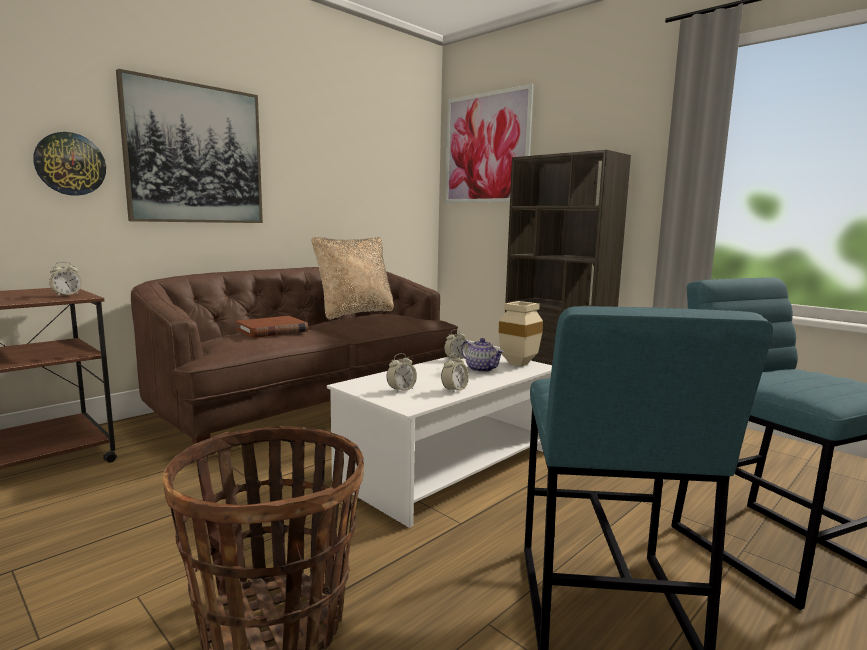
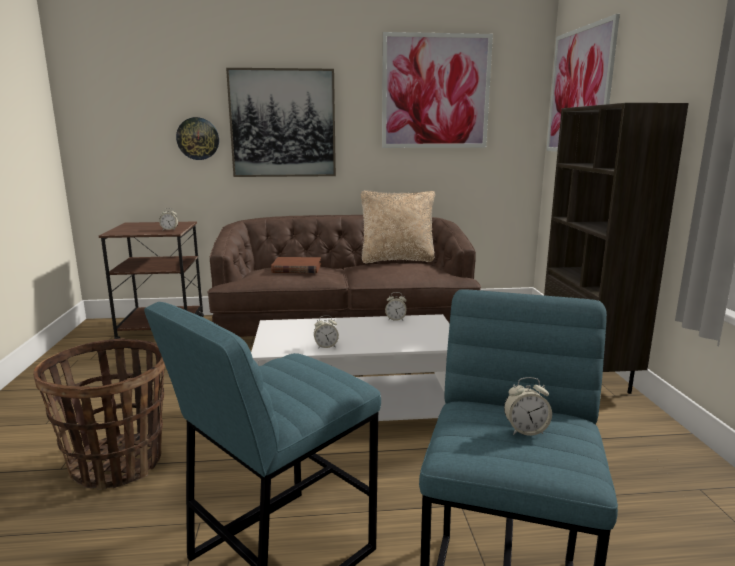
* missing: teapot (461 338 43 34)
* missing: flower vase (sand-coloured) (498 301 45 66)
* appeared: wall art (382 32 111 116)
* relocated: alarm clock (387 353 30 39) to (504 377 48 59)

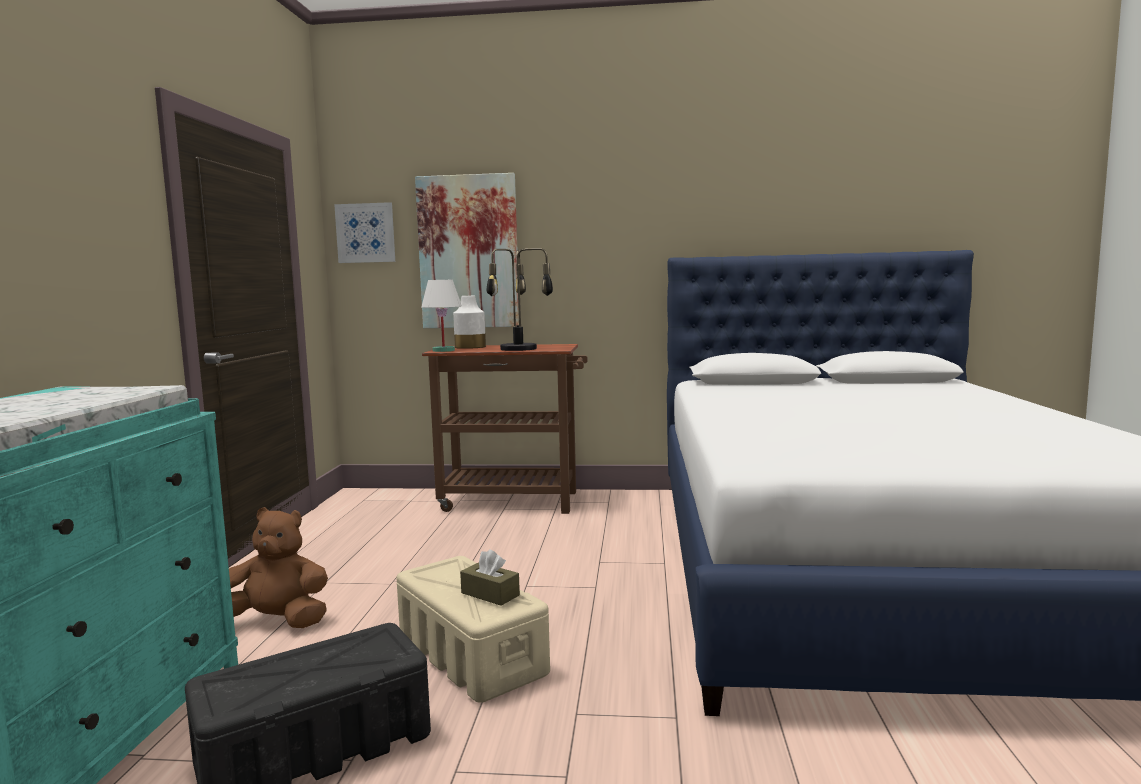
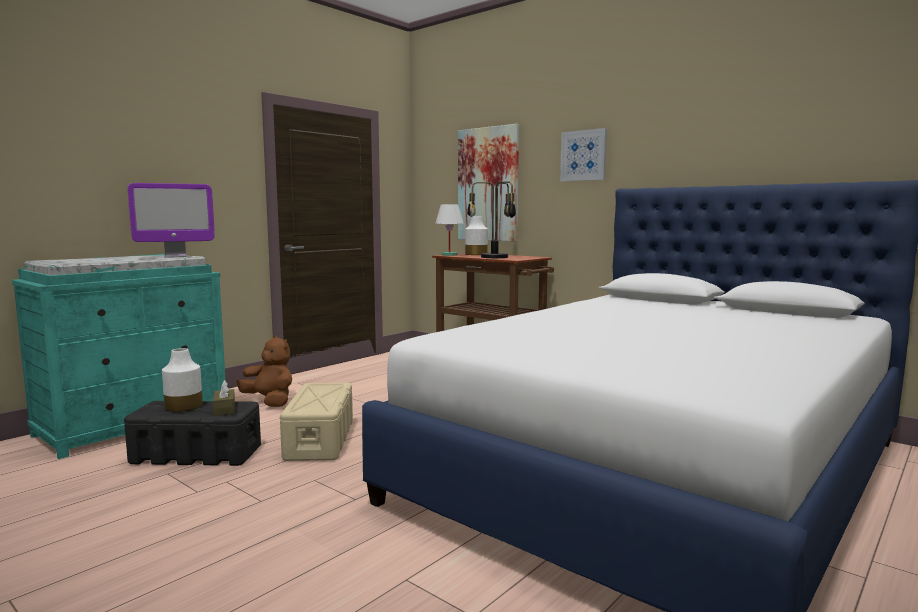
* appeared: computer display (128 183 87 75)
* appeared: flower vase (white) (162 348 41 64)
* relocated: wall art (334 202 61 61) to (560 128 47 53)
* relocated: box of tissues (brown) (460 549 60 57) to (213 380 22 36)

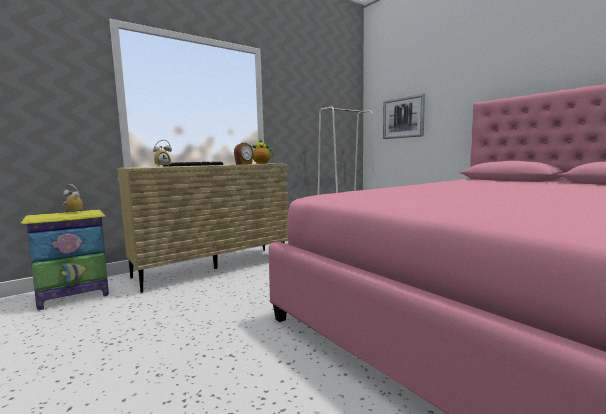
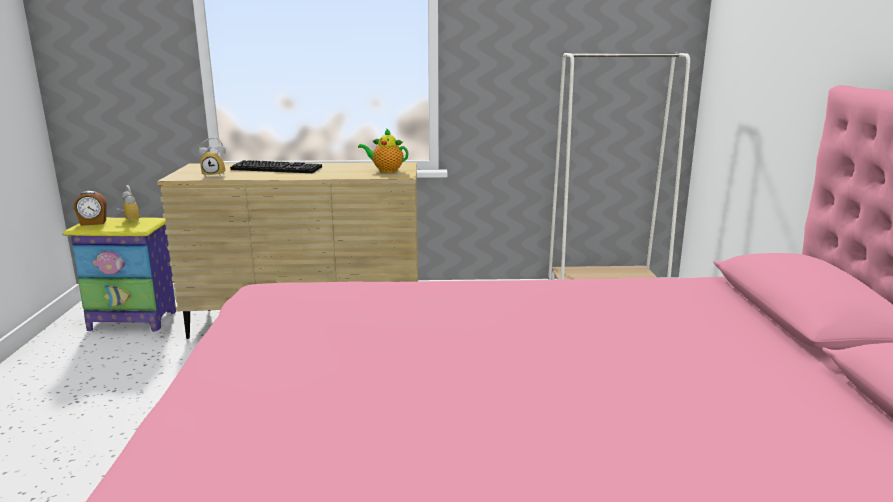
* missing: wall art (383 94 42 45)
* relocated: alarm clock (234 143 19 22) to (74 191 33 35)

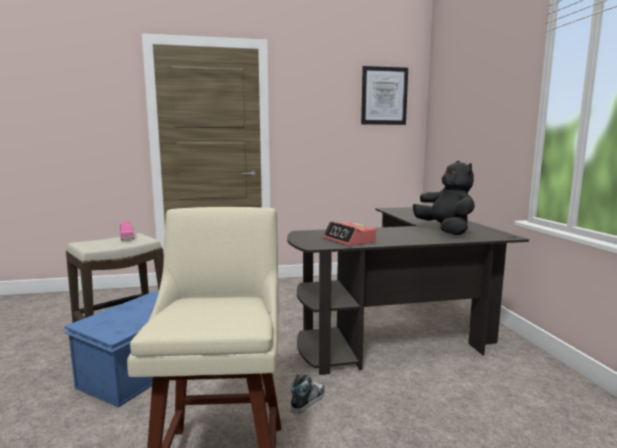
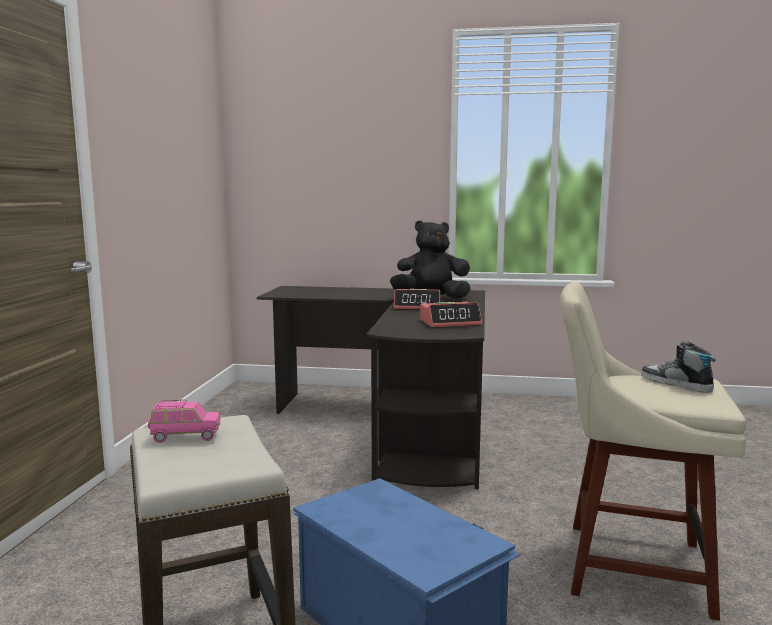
* missing: wall art (361 66 47 59)
* appeared: alarm clock (394 289 46 21)
* relocated: shoe (291 373 34 41) to (641 341 75 52)

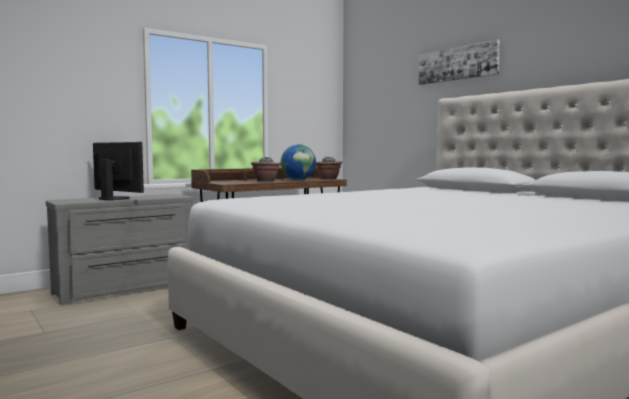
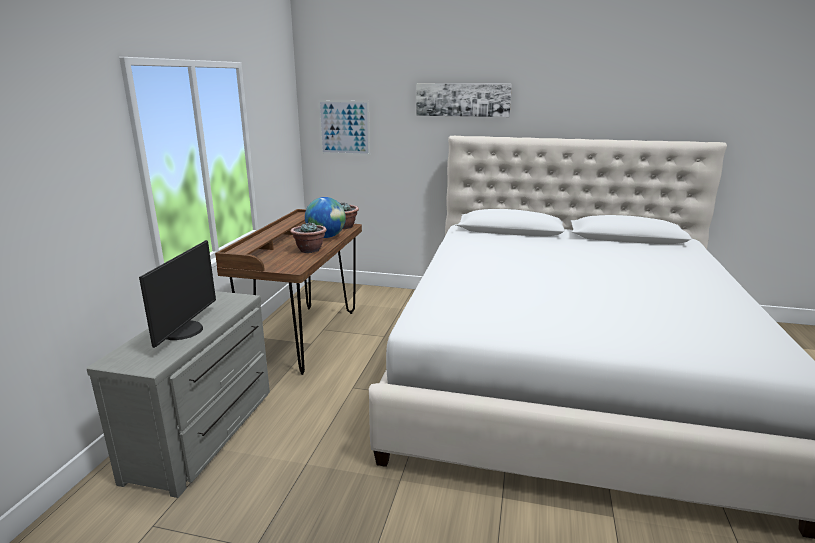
* appeared: wall art (318 100 52 55)
* spun: computer display (93 142 51 58) = (139 240 77 108) 105 degrees clockwise

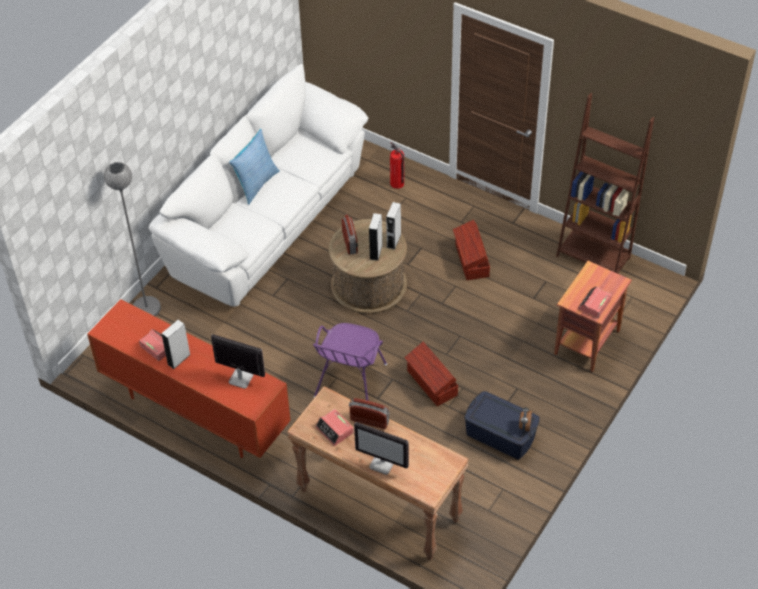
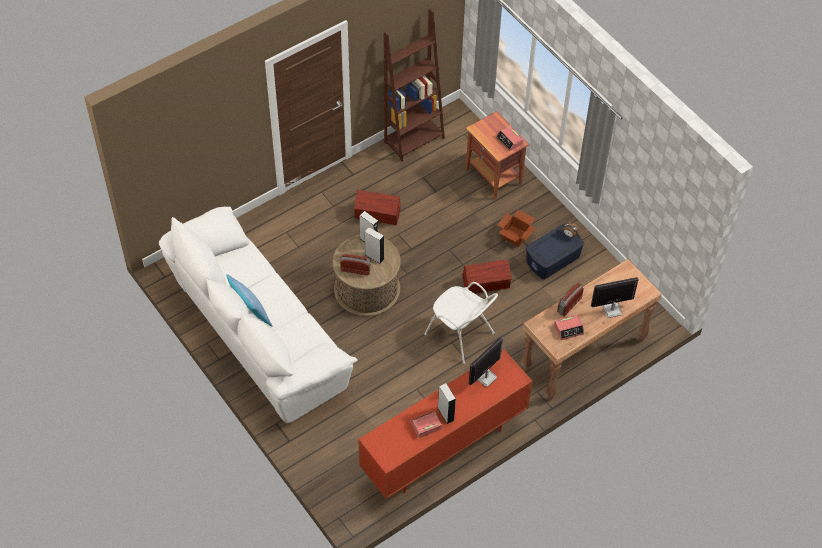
* missing: standing lamp (greyish) (104 162 57 154)
* missing: extinguisher (390 142 14 47)
* appeared: carton (498 210 37 37)
* colour: chair (purple-coloured) (313 323 74 78) to chair (white) (424 282 74 82)
* spun: computer display (354 422 55 53) = (591 277 48 41) 150 degrees counterclockwise

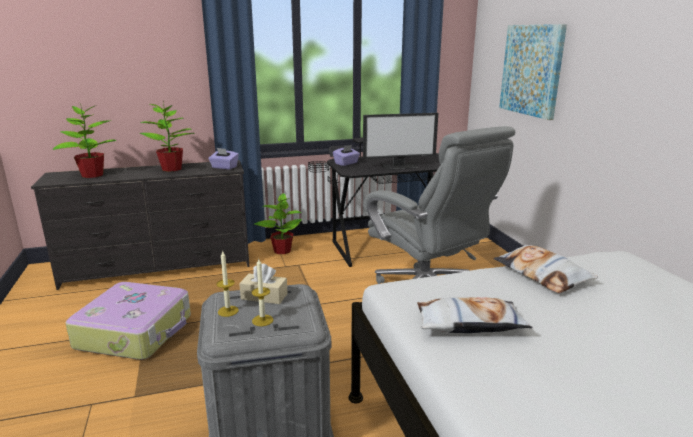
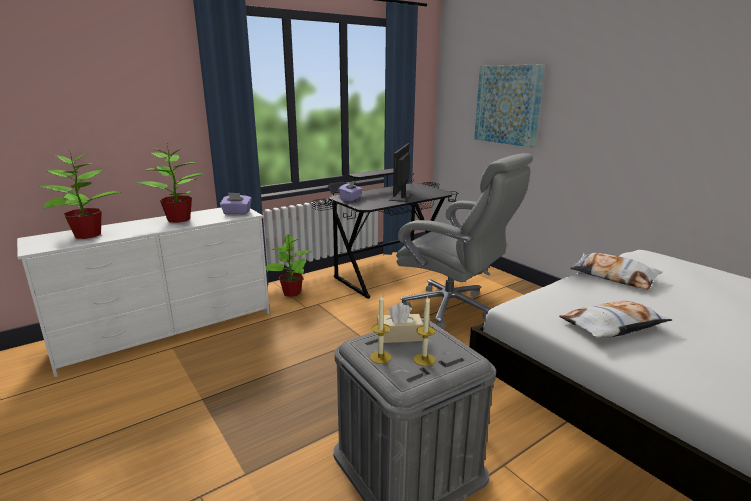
* missing: suitcase (66 282 125 78)
* colour: drawer chest (black-coloured) (31 160 219 130) to drawer chest (white) (17 208 253 169)
* spun: computer display (363 113 75 57) = (389 143 24 59) 135 degrees clockwise

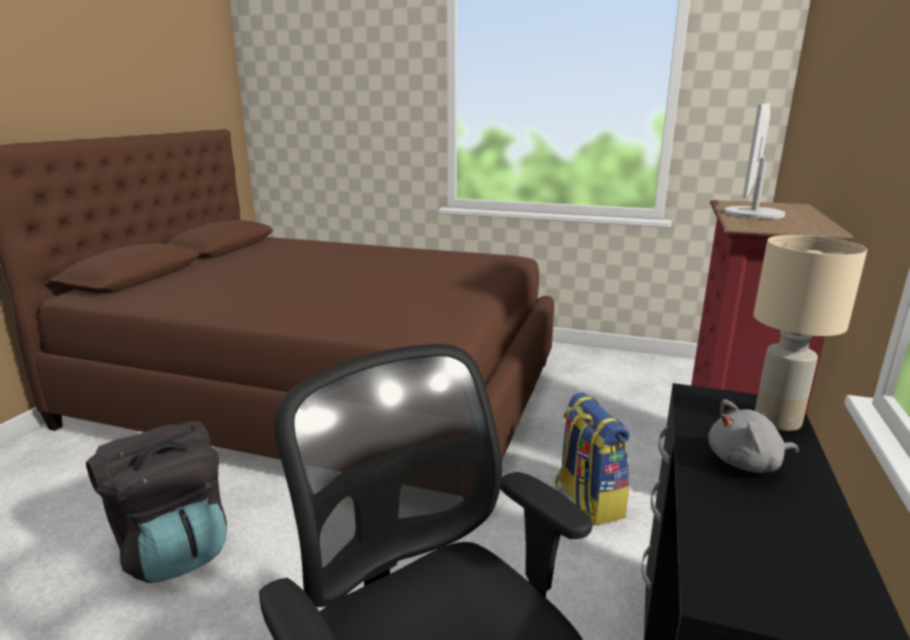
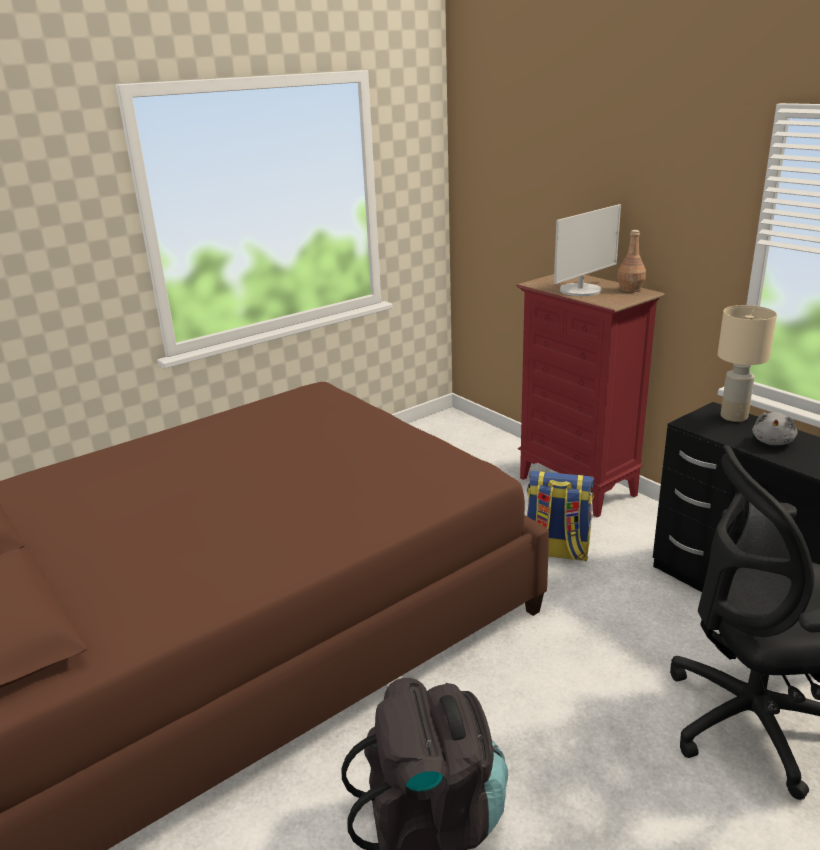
* appeared: bottle (brown) (617 230 29 62)
* spun: computer display (724 103 61 116) = (554 204 67 92) 105 degrees counterclockwise

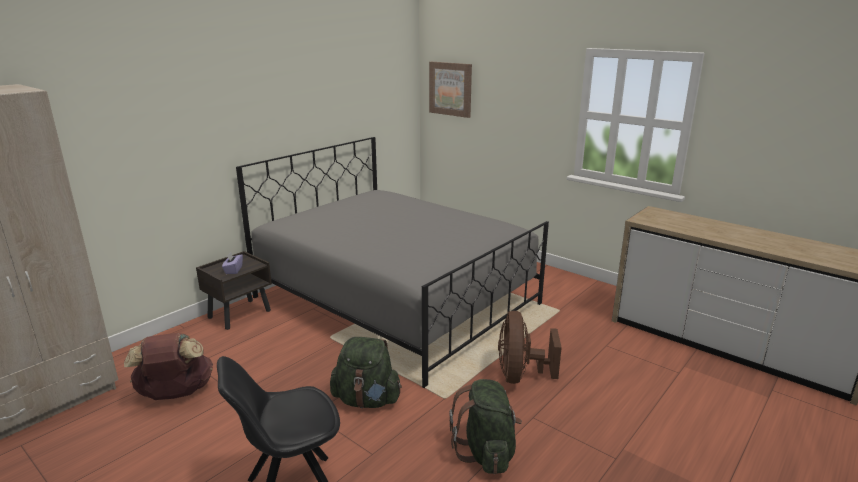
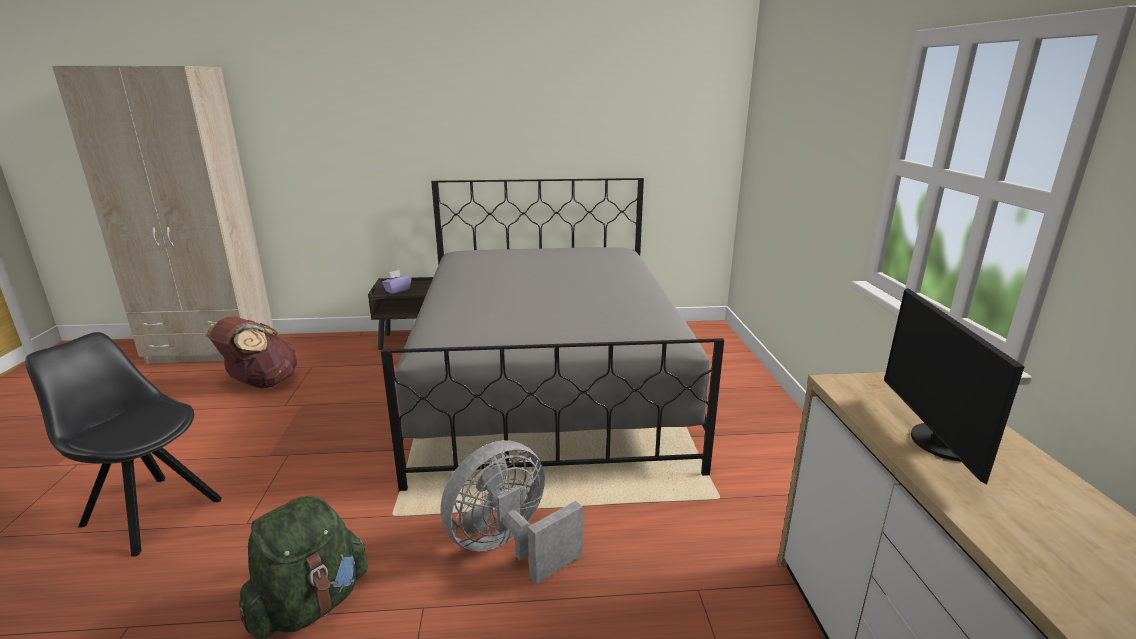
* missing: knapsack (greenish) (330 337 72 71)
* missing: wall art (429 62 43 56)
* appeared: computer display (884 288 141 197)
* colour: electric fan (brown) (498 311 64 73) to electric fan (greyish) (440 440 143 144)

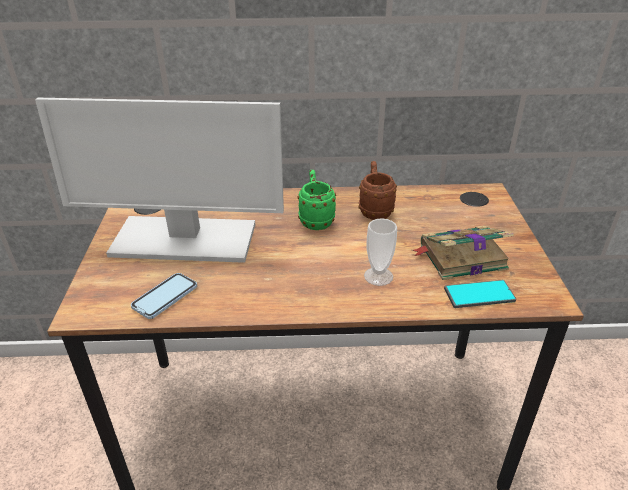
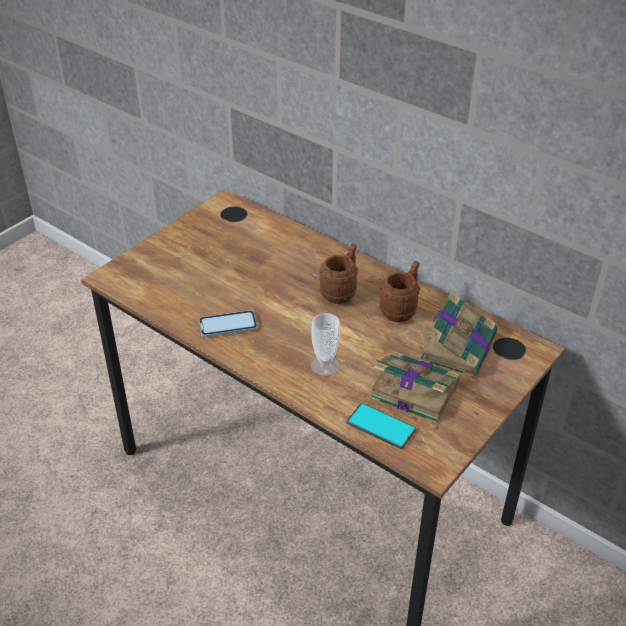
* missing: computer display (35 98 249 165)
* appeared: book (420 292 77 85)
* relocated: telephone (131 273 66 46) to (199 310 59 27)
* colour: mug (greenish) (297 170 39 60) to mug (brown) (319 244 39 60)

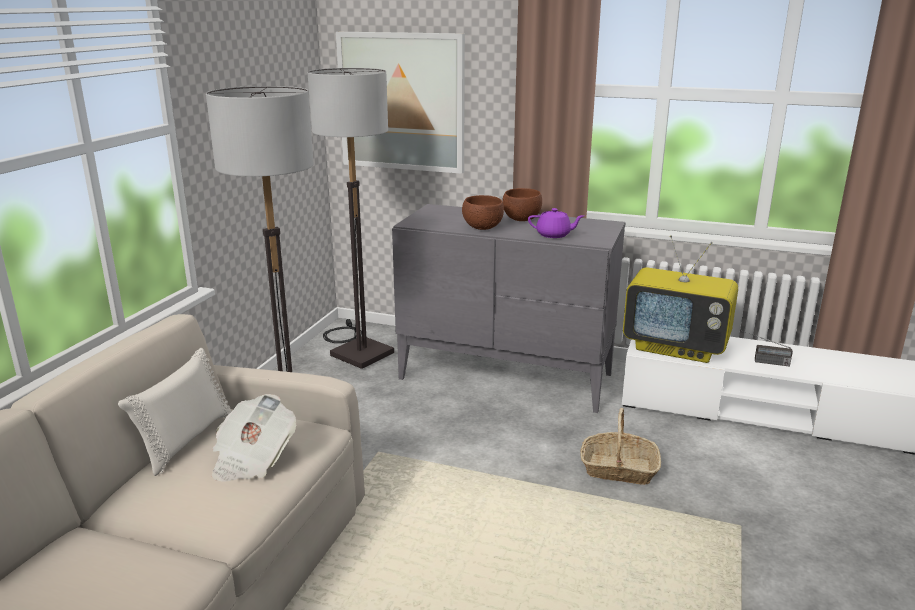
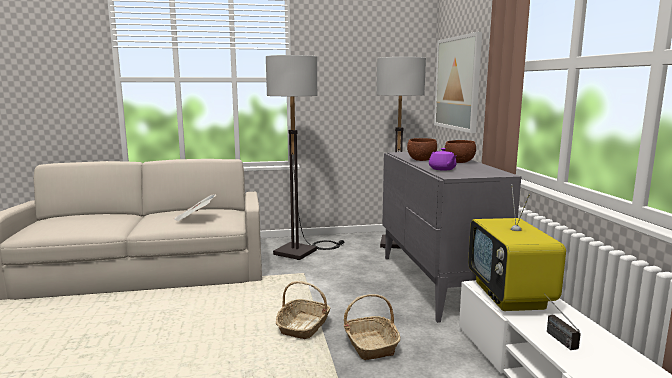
* missing: throw pillow (white) (118 348 114 128)
* appeared: basket (276 281 54 58)

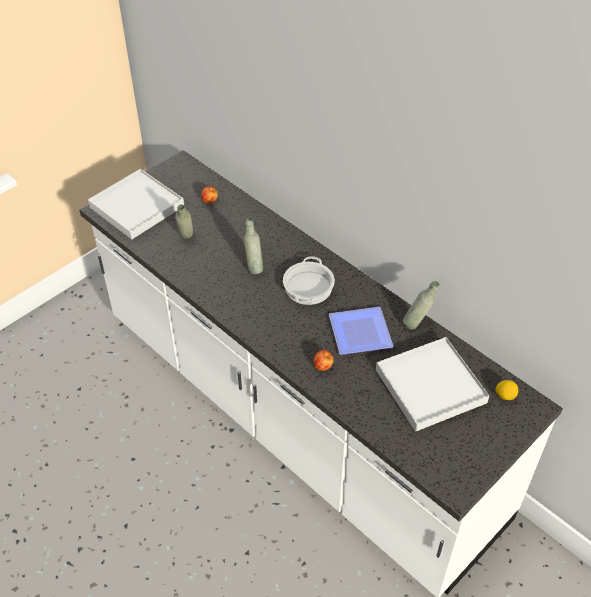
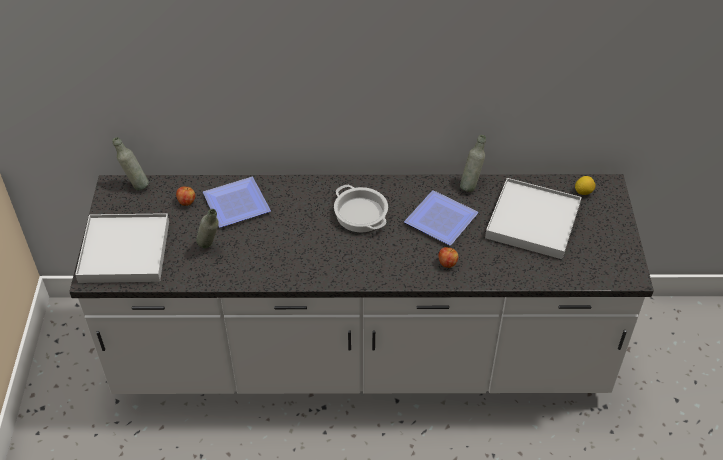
* appeared: dinner plate (203 177 68 51)
* relocated: bottle (greyish) (243 218 20 56) to (112 137 37 53)

